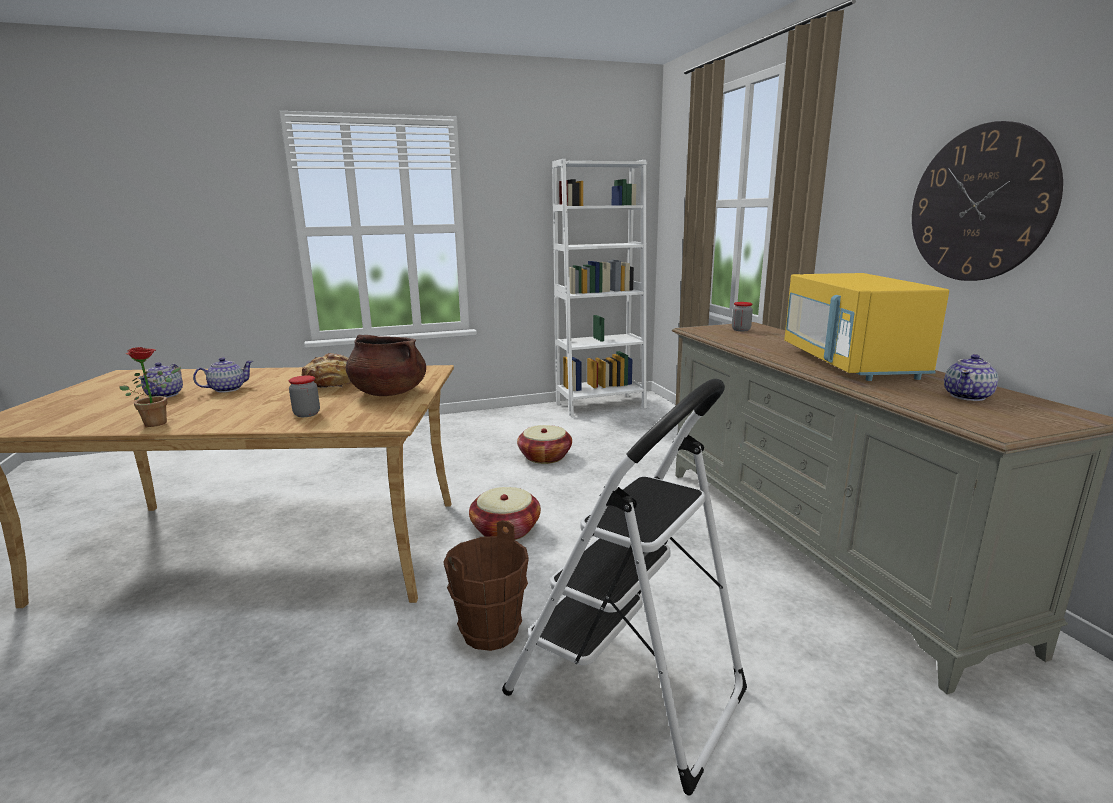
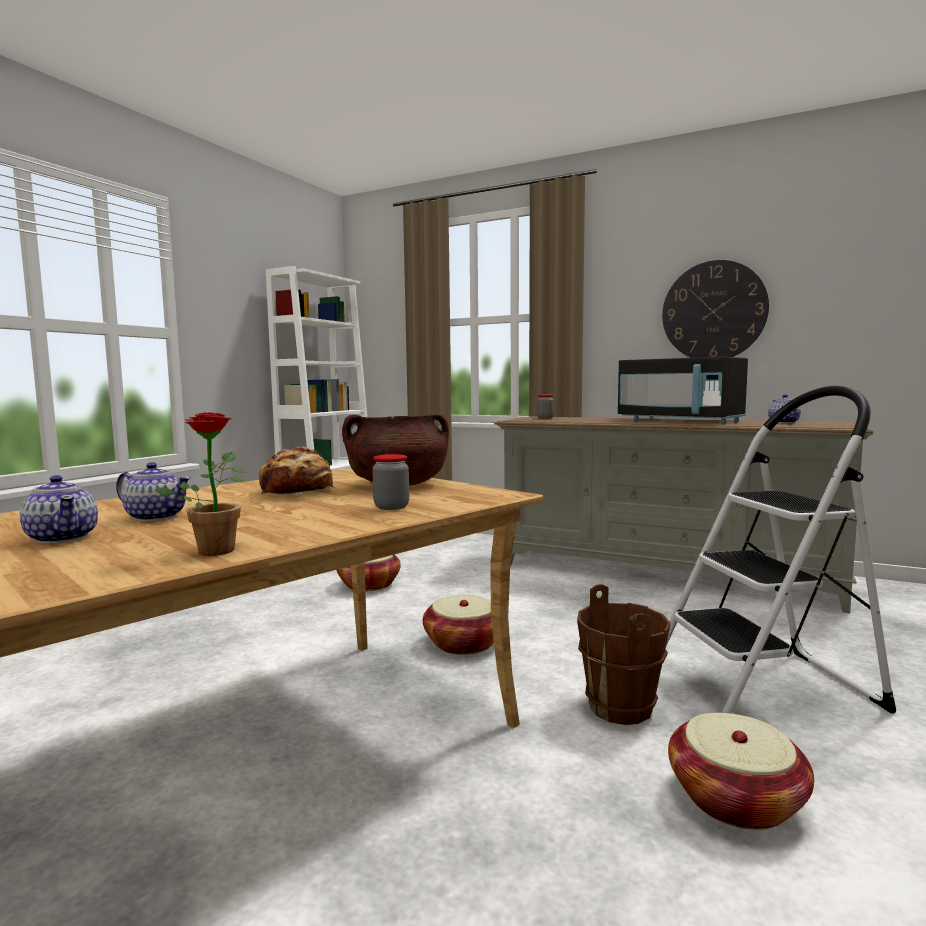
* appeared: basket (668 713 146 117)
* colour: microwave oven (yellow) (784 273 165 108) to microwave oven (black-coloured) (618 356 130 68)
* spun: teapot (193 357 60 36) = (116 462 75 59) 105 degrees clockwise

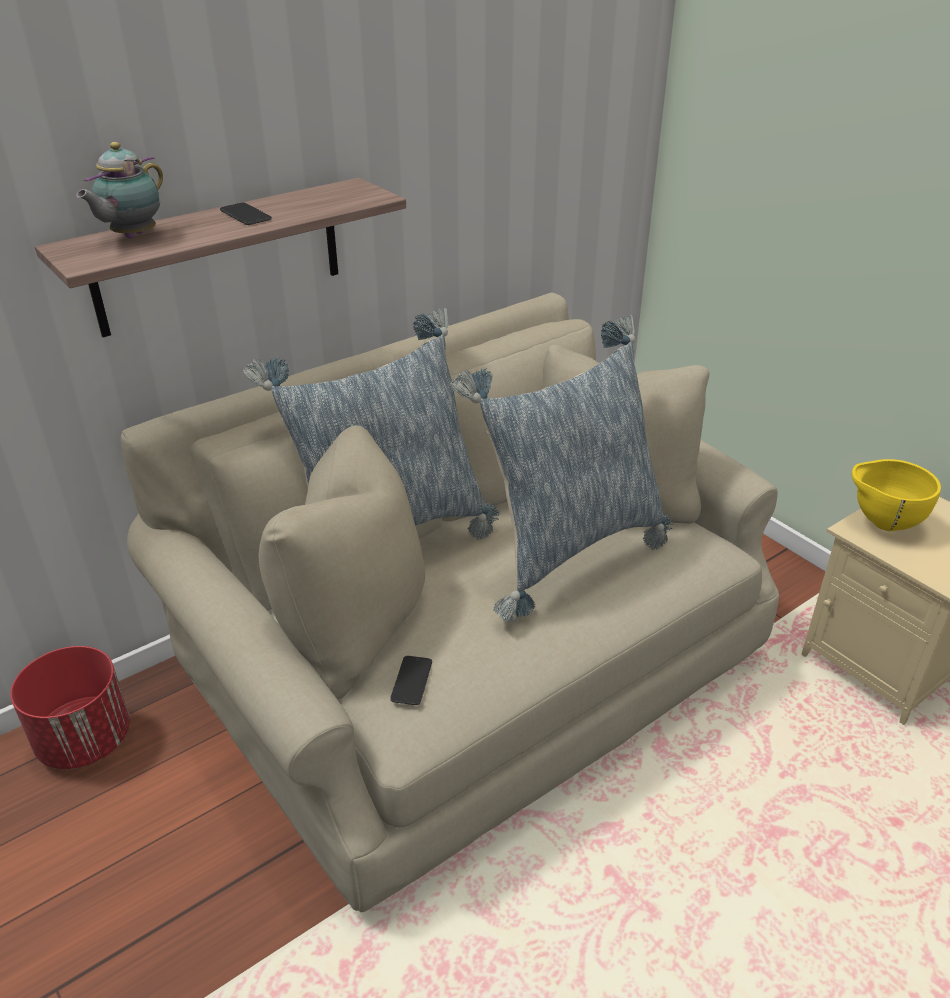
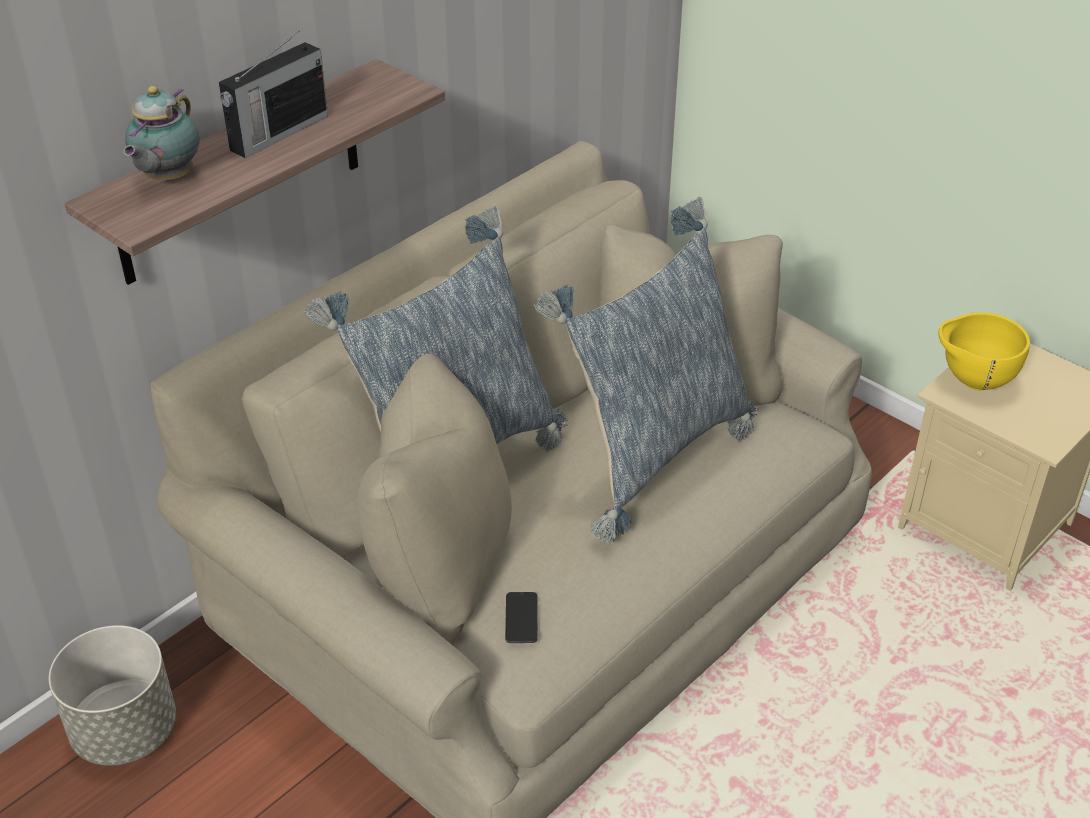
* exchanged: telephone (220 202 52 23) to radio set (219 31 109 127)
* colour: flower pot (red-coloured) (10 646 120 123) to flower pot (greyish) (49 625 127 141)

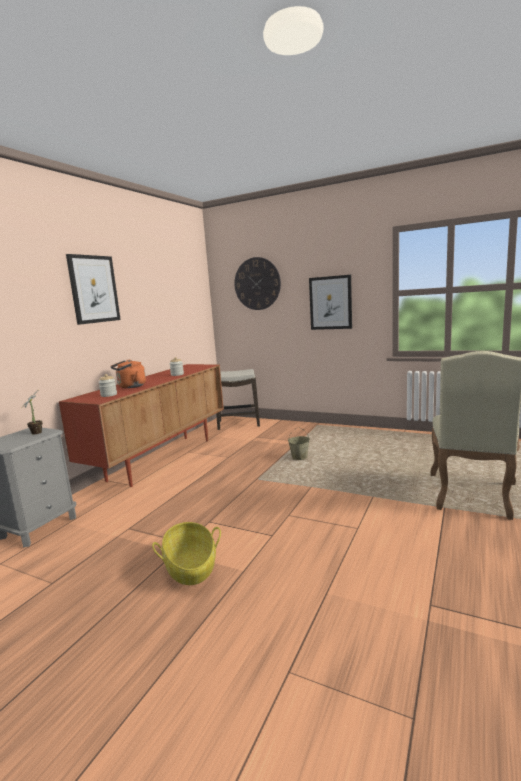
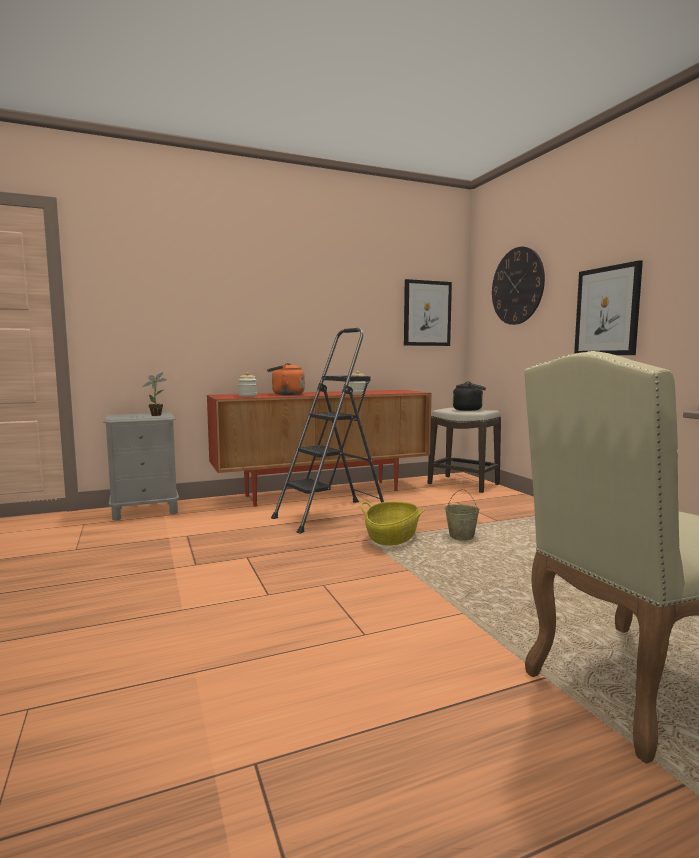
* appeared: step ladder (271 328 113 205)
* appeared: water kettle (black-coloured) (453 381 33 30)
* relocated: wall art (66 254 55 71) to (404 279 48 67)
* relocated: basket (152 522 69 63) to (361 501 64 45)

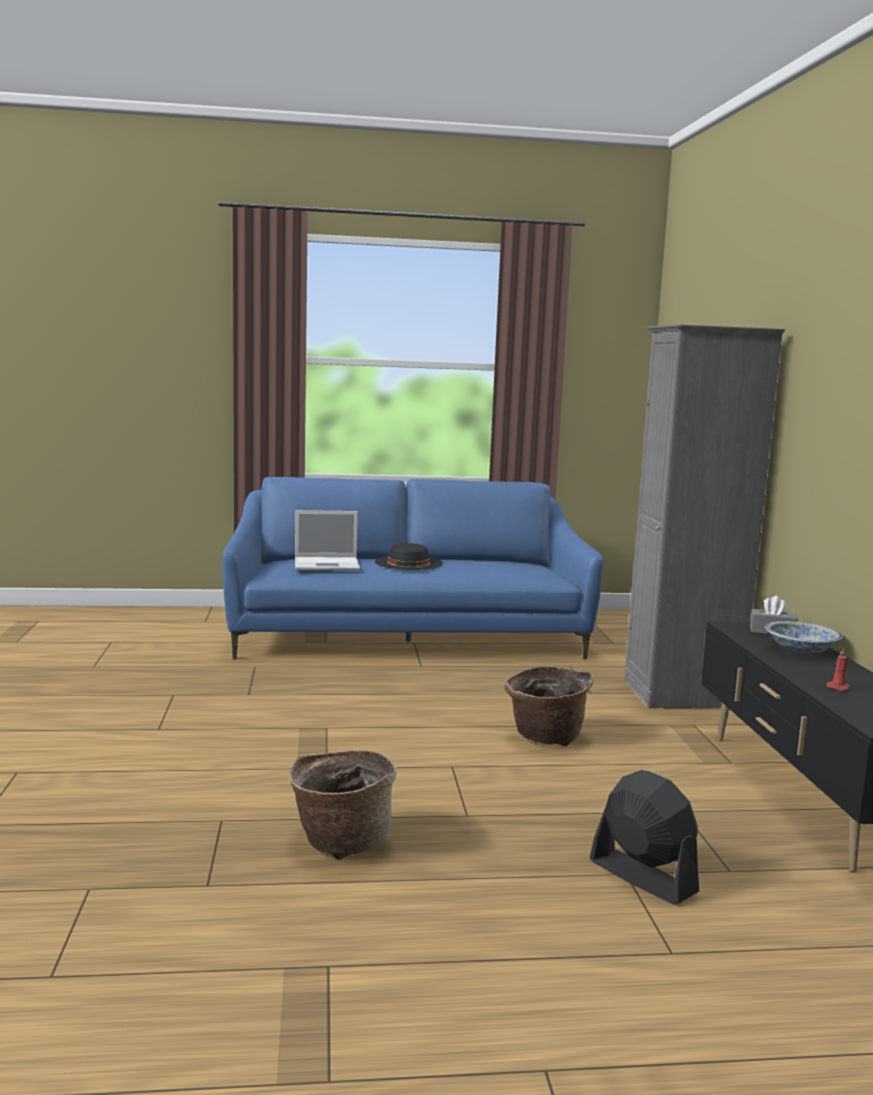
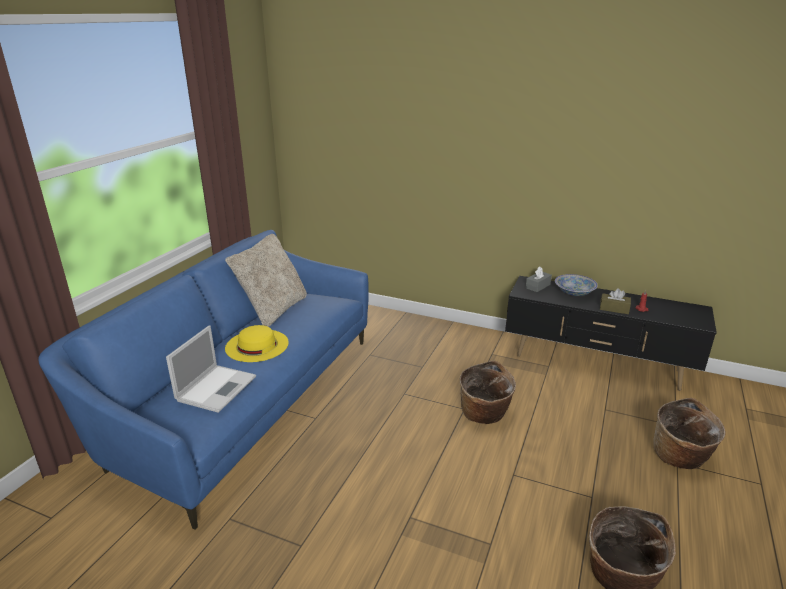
* missing: cabinet (greyish) (624 324 161 385)
* appeared: throw pillow (sand-coloured) (225 234 82 93)
* appeared: box of tissues (brown) (600 288 31 26)
* exchanged: electric fan (black-coloured) (590 770 109 135) to basket (653 398 73 71)
* colour: hat (black-coloured) (375 543 68 27) to hat (yellow) (225 325 64 37)

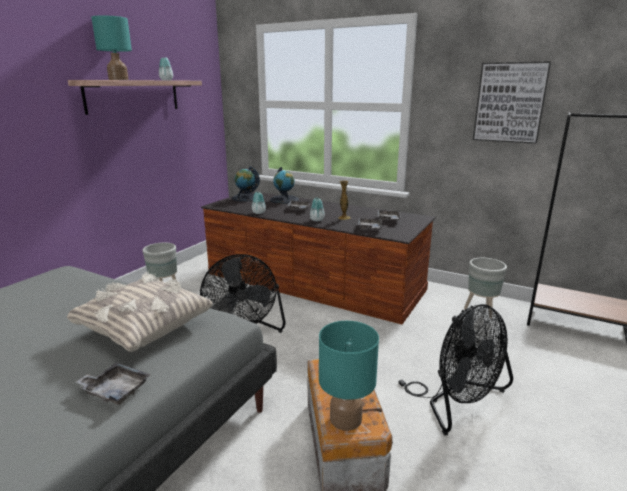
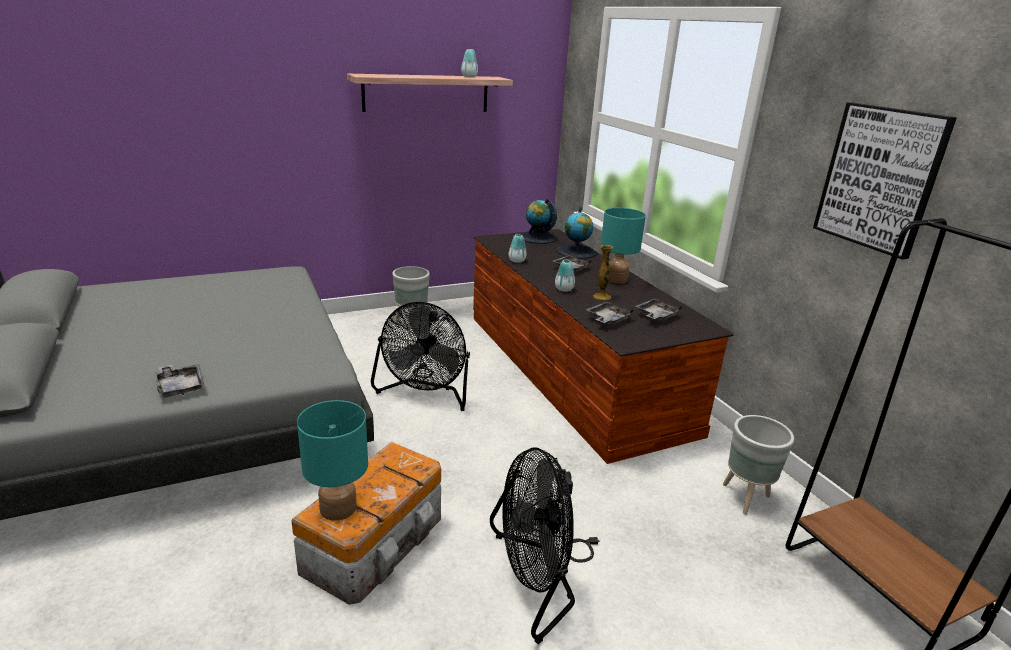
* missing: throw pillow (sand-coloured) (67 271 145 81)
* relocated: table lamp (turquoise) (91 15 41 65) to (600 208 46 75)
* spun: electric fan (black-coloured) (398 304 115 132) = (490 447 111 198) 75 degrees clockwise

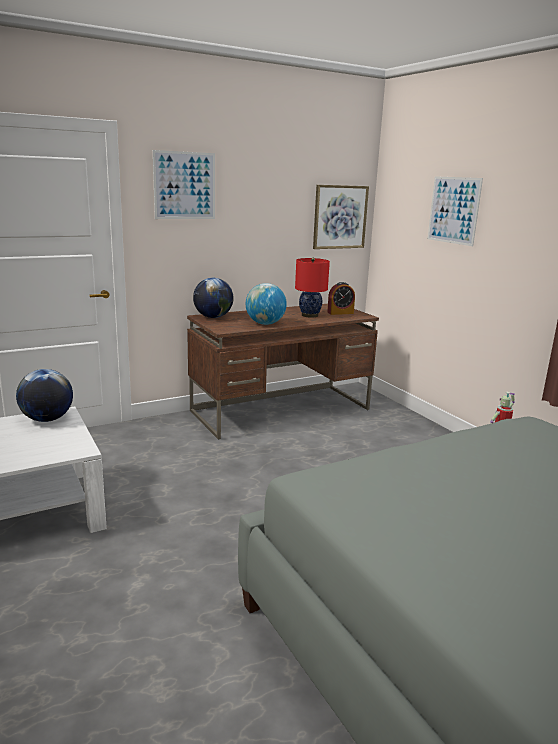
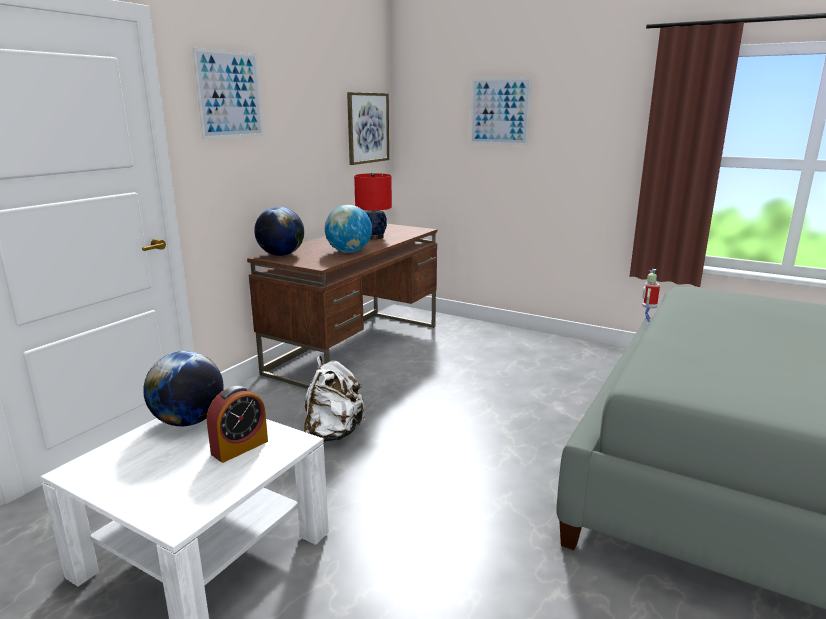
* appeared: knapsack (white) (304 356 61 86)
* relocated: alarm clock (327 282 28 33) to (207 386 61 77)

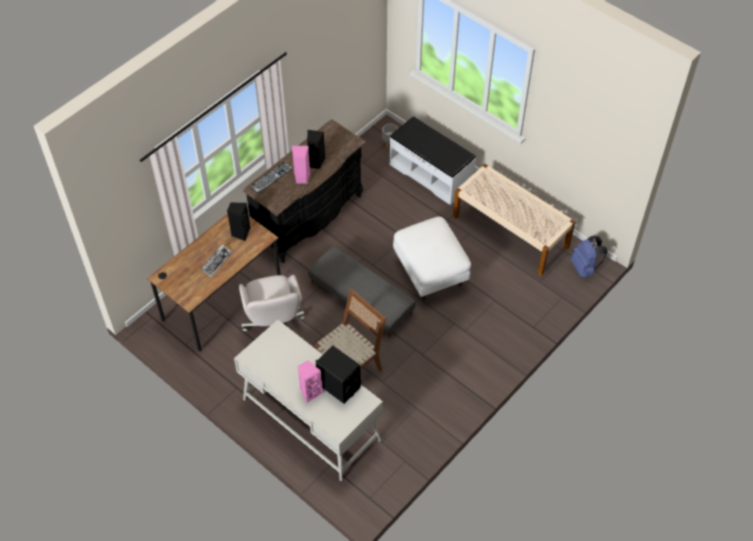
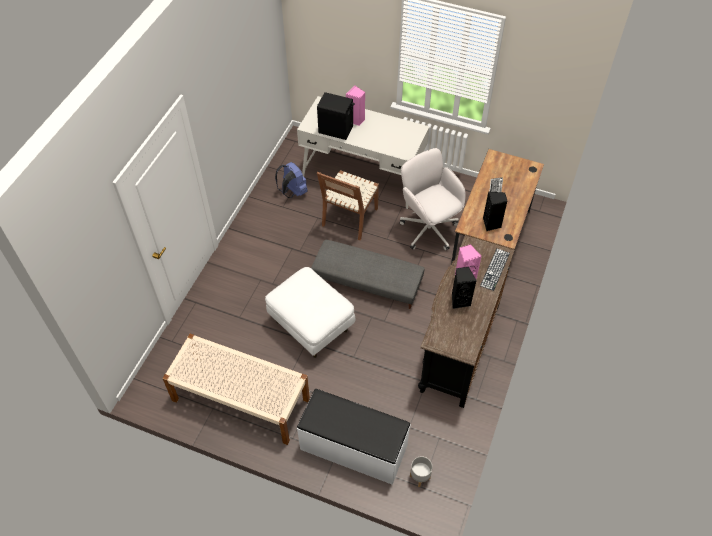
* relocated: knapsack (blue-coloured) (571 236 36 42) to (275 162 33 36)

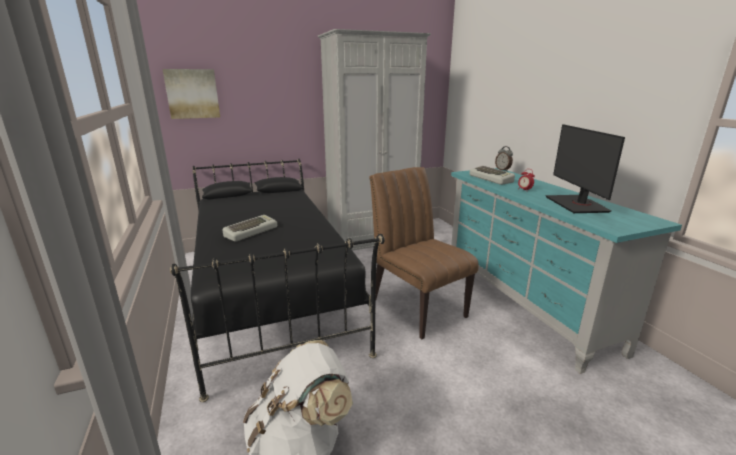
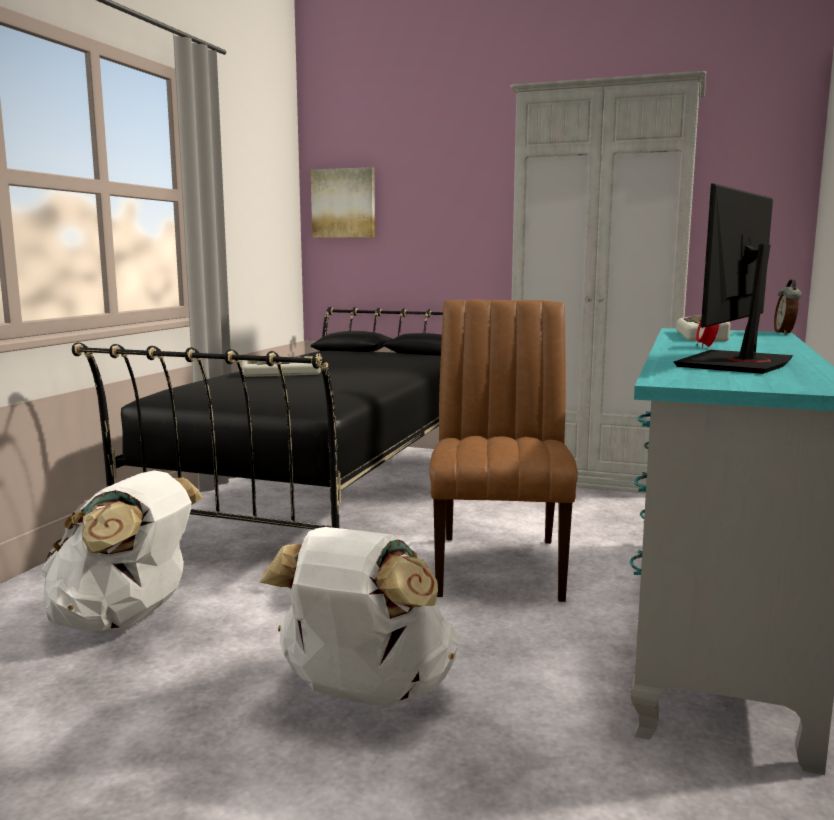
* appeared: knapsack (white) (260 527 198 179)

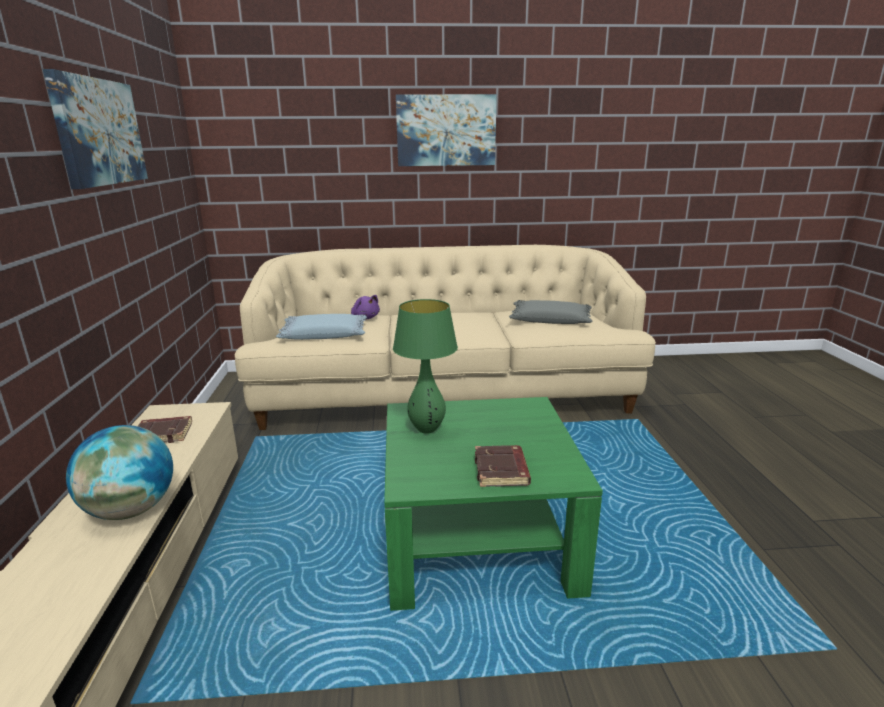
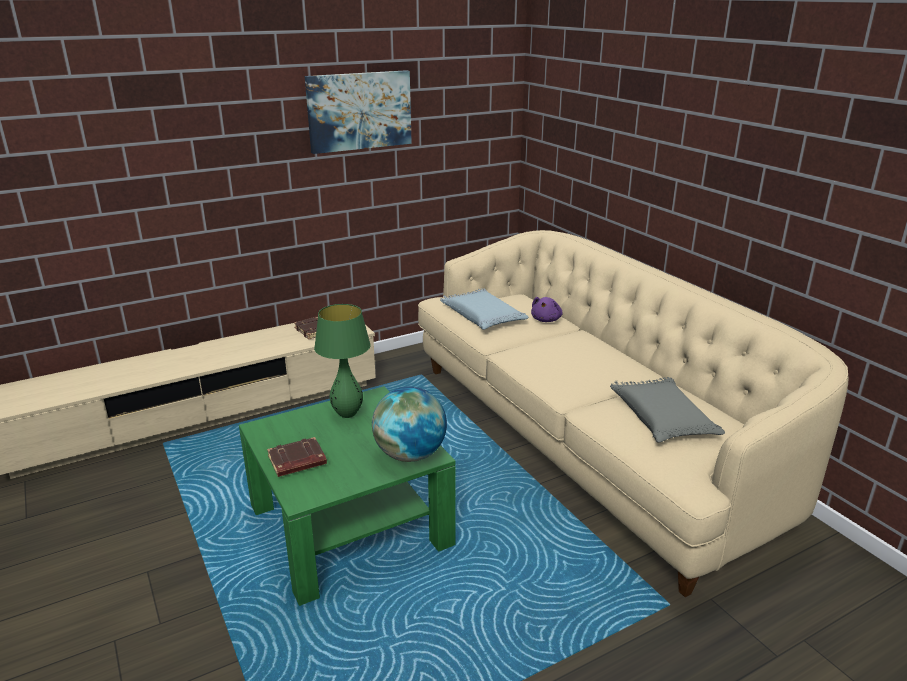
* missing: wall art (396 94 101 72)
* relocated: world globe (66 425 107 95) to (372 387 75 75)

